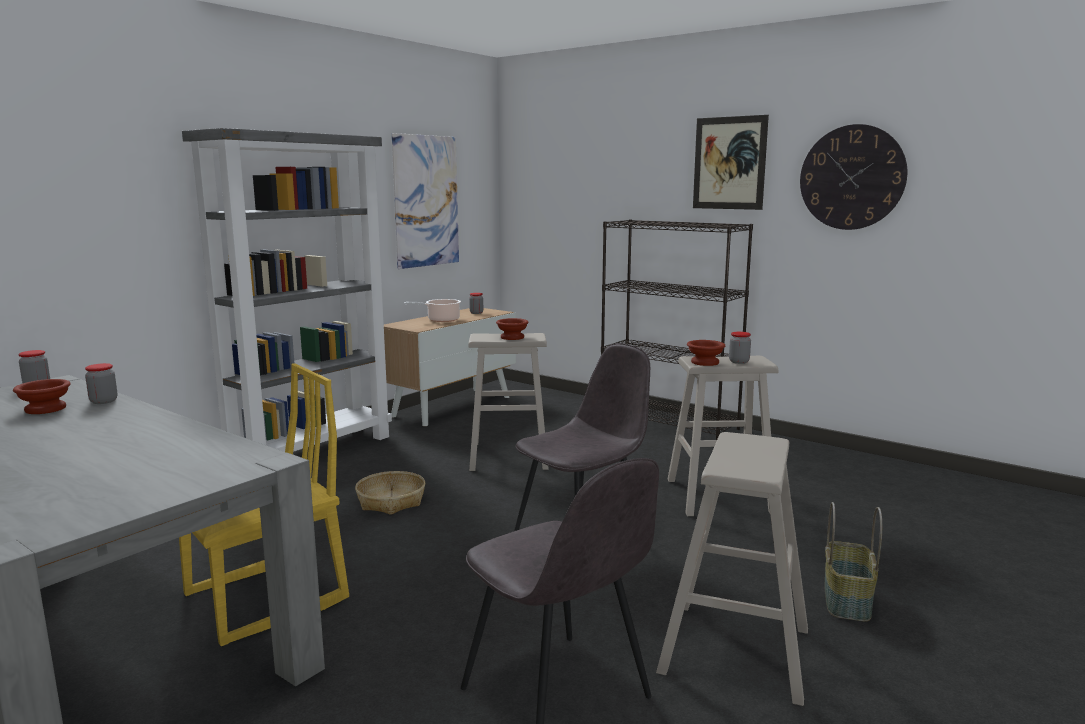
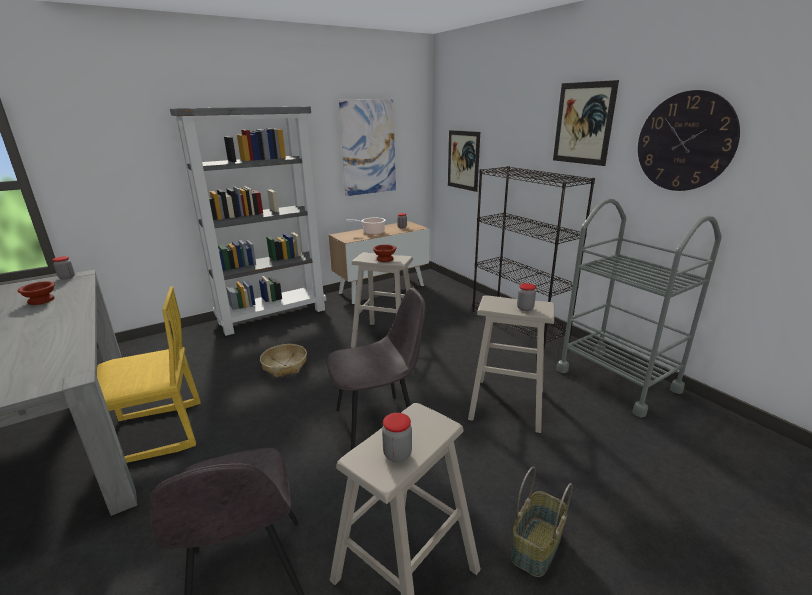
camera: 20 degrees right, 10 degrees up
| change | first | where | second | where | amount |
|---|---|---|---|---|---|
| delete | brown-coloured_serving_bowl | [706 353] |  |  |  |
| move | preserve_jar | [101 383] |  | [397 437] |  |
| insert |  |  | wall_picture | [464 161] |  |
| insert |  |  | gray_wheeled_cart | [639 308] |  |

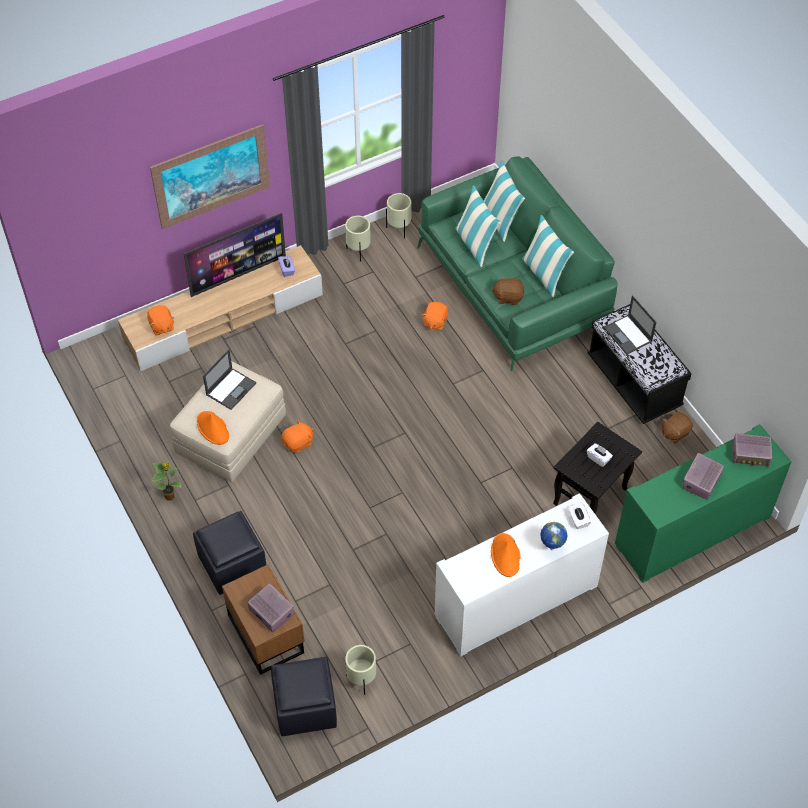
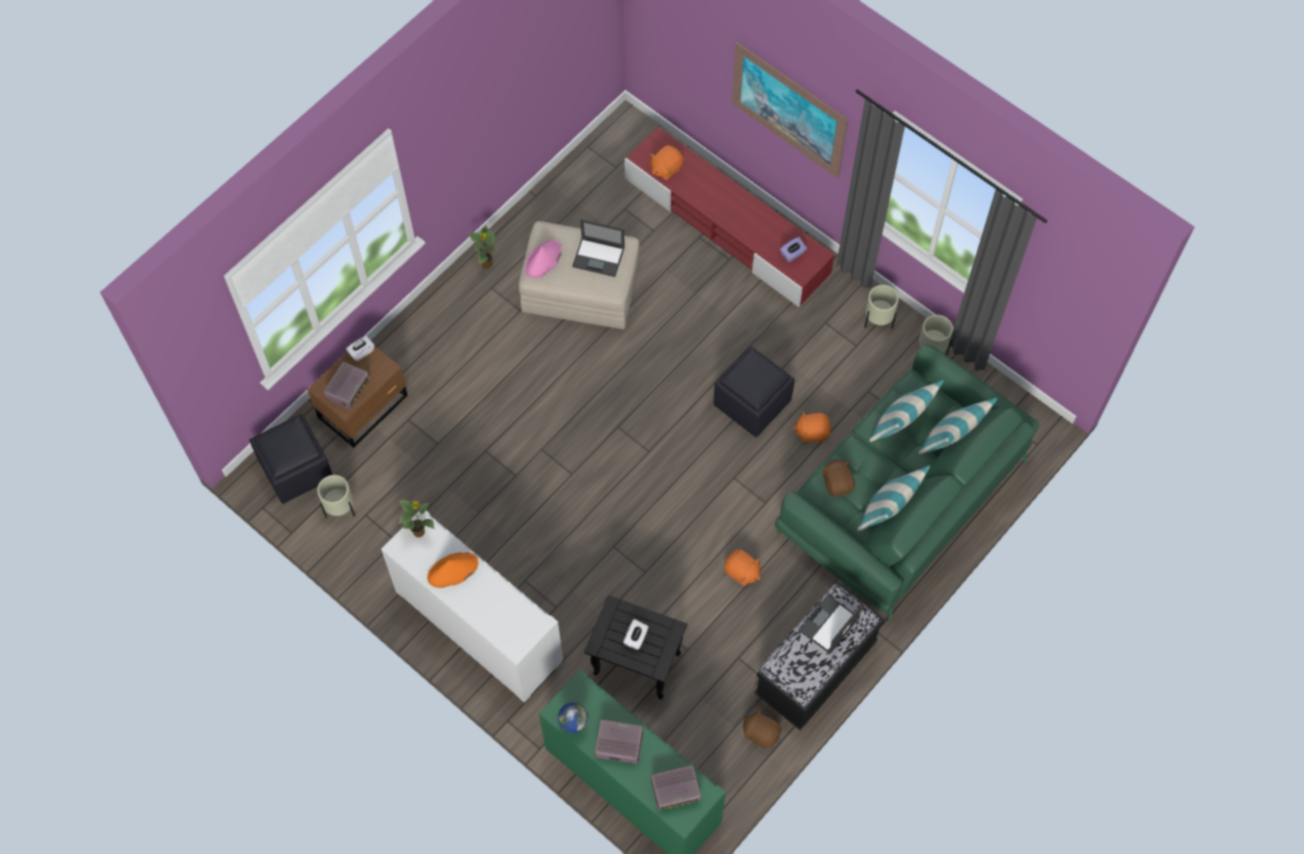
camera: 70 degrees right, 10 degrees up
| change | first | where | second | where | amount |
|---|---|---|---|---|---|
| delete | television | [235 255] |  |  |  |
| recolor | beige_tv_stand | [220 308] | reddish_tv_stand | [729 217] |  |
| recolor | orange_clothing_hat | [213 428] | pink-coloured_clothing_hat | [543 259] |  |
| move | orange_plush_toy | [297 436] |  | [742 567] |  |
| rotate | radio | [752 450] |  | [676 788] | 90 degrees counterclockwise |
| move | white_tissue_box | [580 515] |  | [360 348] |  |
| move | black_footrest | [229 553] |  | [754 391] |  |
| move | world_globe | [553 536] |  | [573 718] |  |
| insert |  |  | plant_in_a_pot | [416 518] |  |

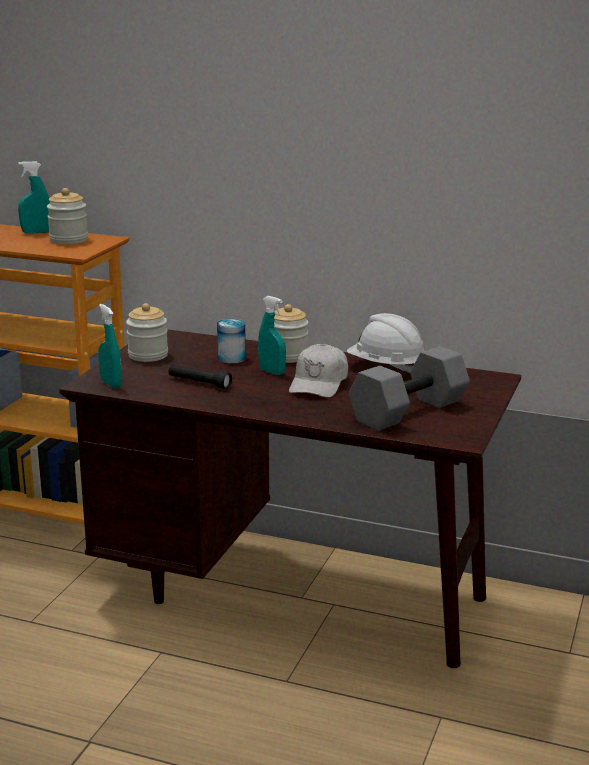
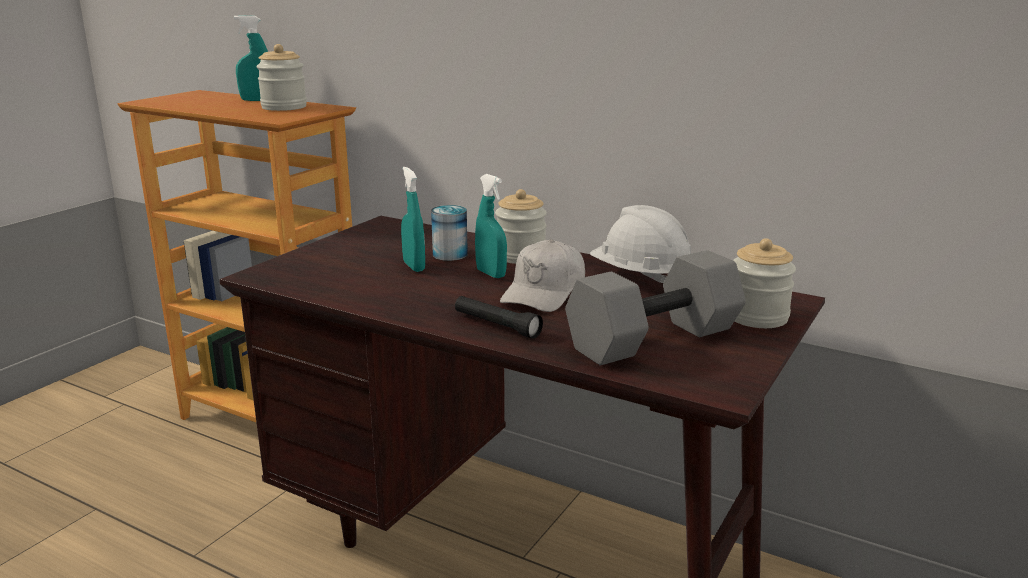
camera: 10 degrees right, 0 degrees up
| change | first | where | second | where | amount |
|---|---|---|---|---|---|
| move | preserve_jar | [147 332] |  | [764 283] |  |
| move | turquoise_spray_bottle | [110 346] |  | [413 219] |  |
| move | black_hand_torch | [200 376] |  | [499 317] |  |

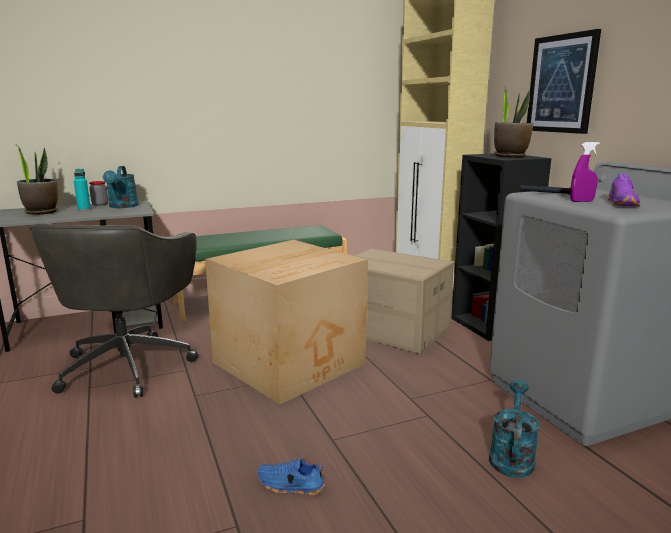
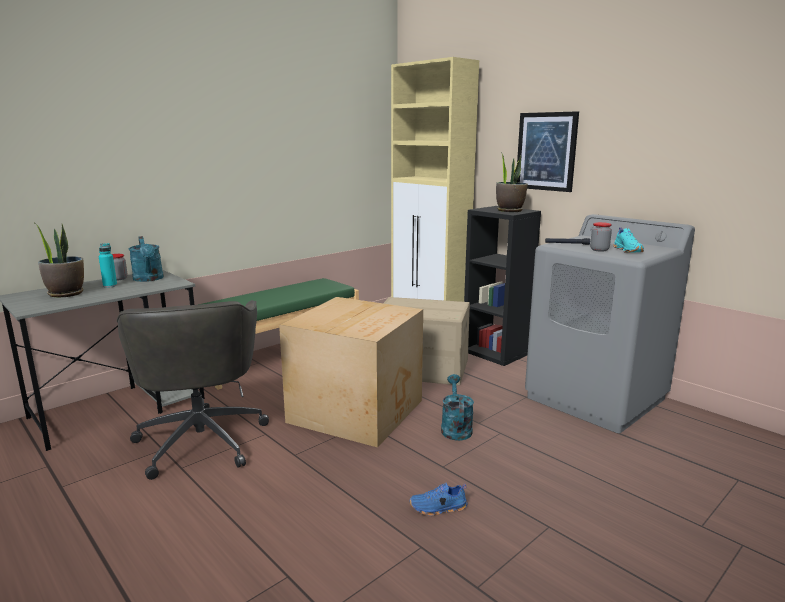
camera: 20 degrees left, 0 degrees up
| change | first | where | second | where | amount |
|---|---|---|---|---|---|
| replace | purple_spray_bottle | [585 172] | preserve_jar | [601 237] |  |
| recolor | purple_shoe | [623 190] | turquoise_shoe | [628 240] |  |
| move | turquoise_watering_pot | [514 429] |  | [457 407] |  |

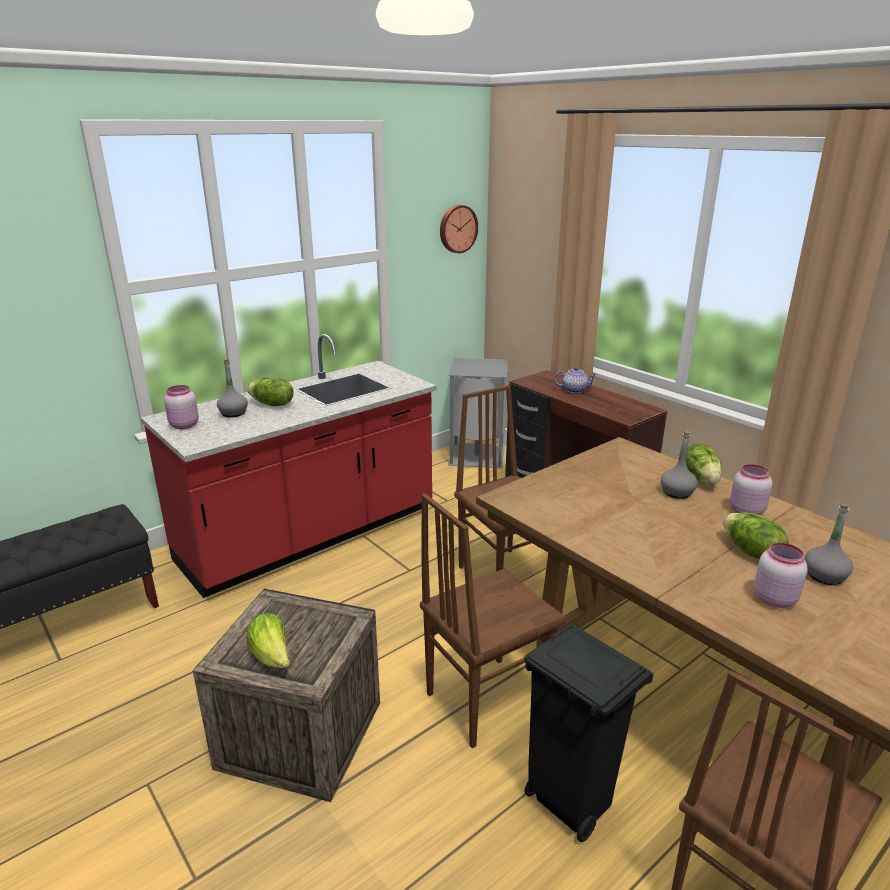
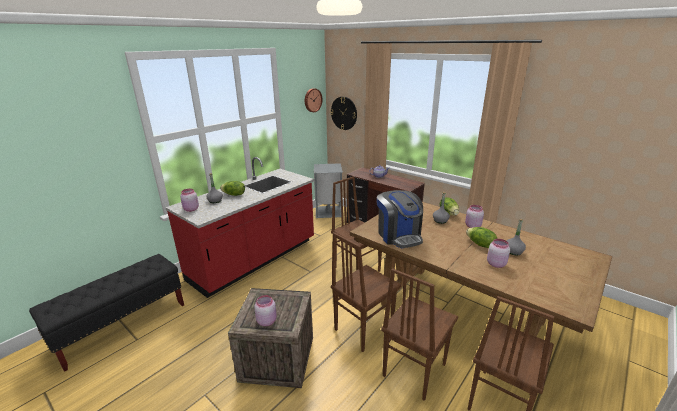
camera: 10 degrees left, 0 degrees up
| change | first | where | second | where | amount |
|---|---|---|---|---|---|
| replace | lettuce | [268 640] | pink-coloured_preserve_jar | [265 310] |  |
| replace | black_trash_can | [589 732] | brown-coloured_chair | [419 334] |  |
| insert |  |  | wall_clock | [343 113] |  |
| insert |  |  | coffee_brewer | [400 219] |  |

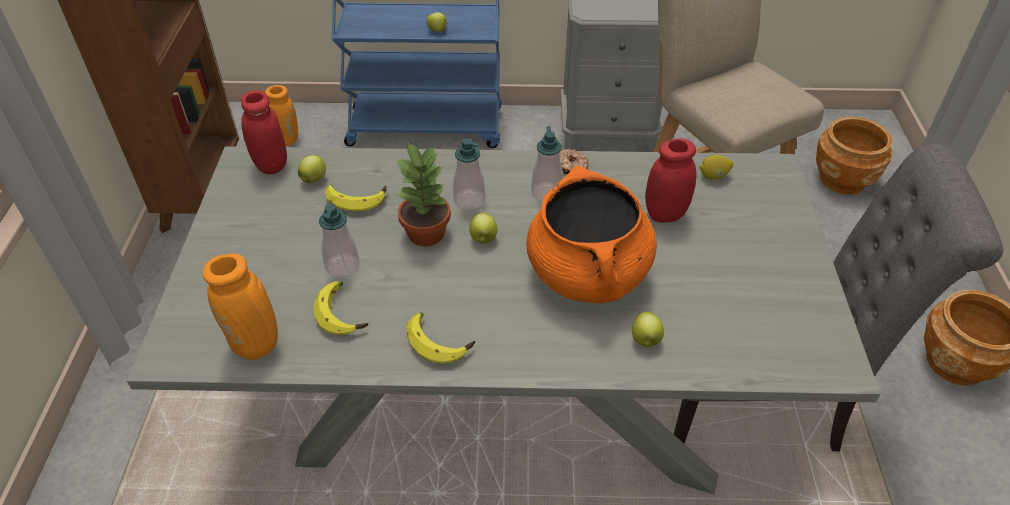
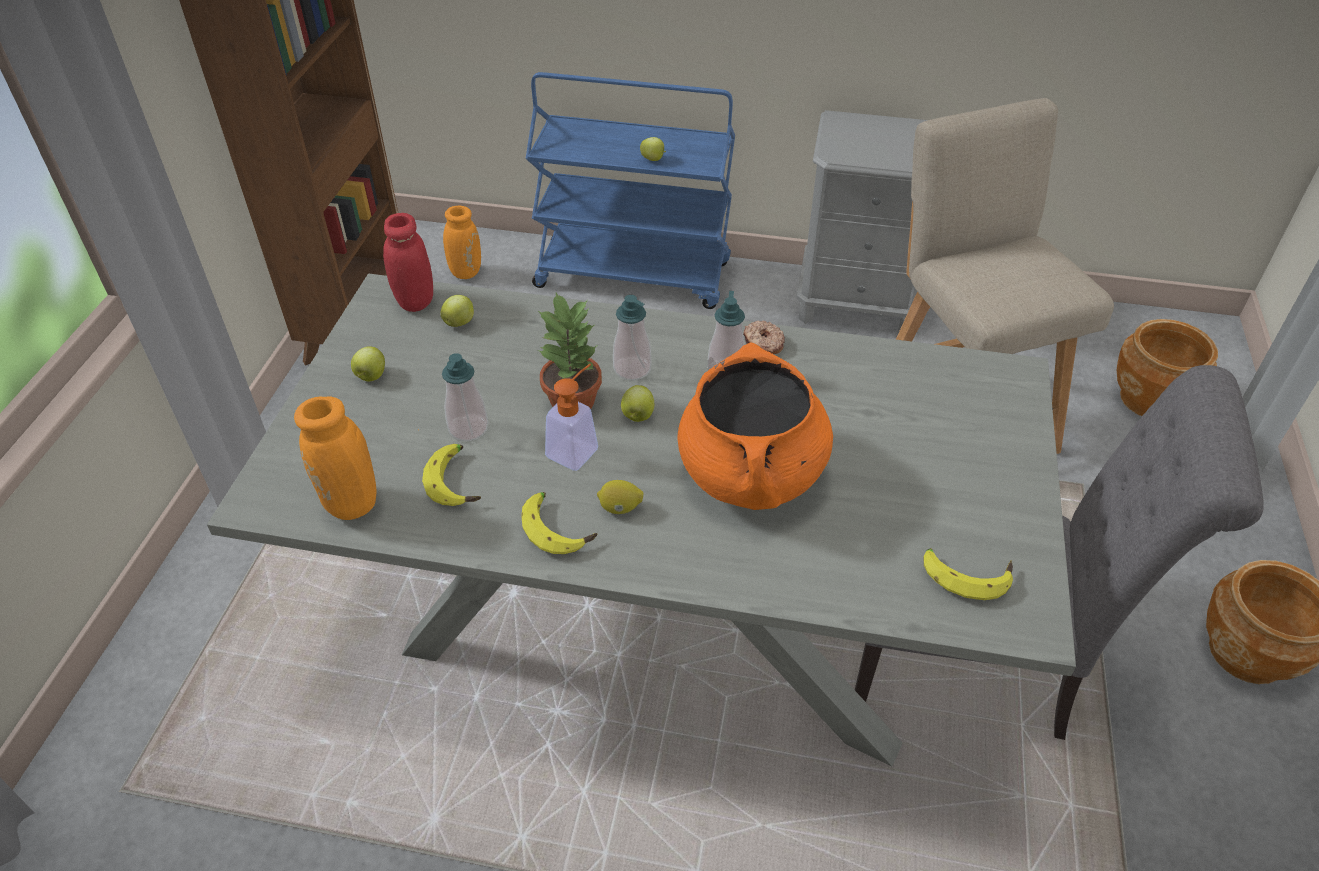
camera: 10 degrees right, 0 degrees up
| change | first | where | second | where | amount |
|---|---|---|---|---|---|
| delete | reddish_preserve_jar | [670 180] |  |  |  |
| move | whole_lemon | [716 167] |  | [620 497] |  |
| move | whole_banana | [356 197] |  | [968 574] |  |
| move | apple_fruit | [648 329] |  | [368 363] |  |
| insert |  |  | liquid_soap_bottle | [571 417] |  |

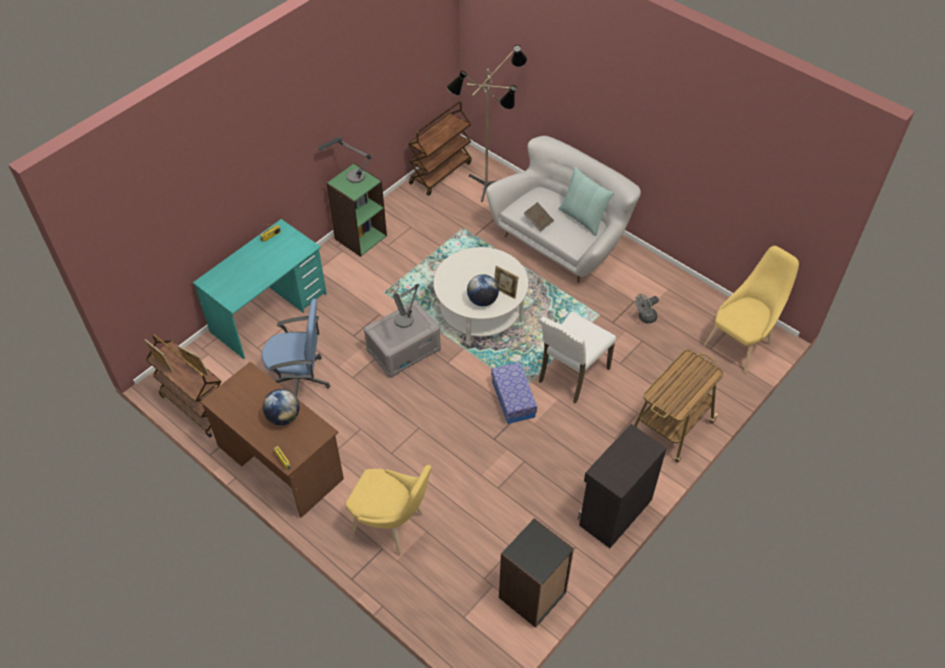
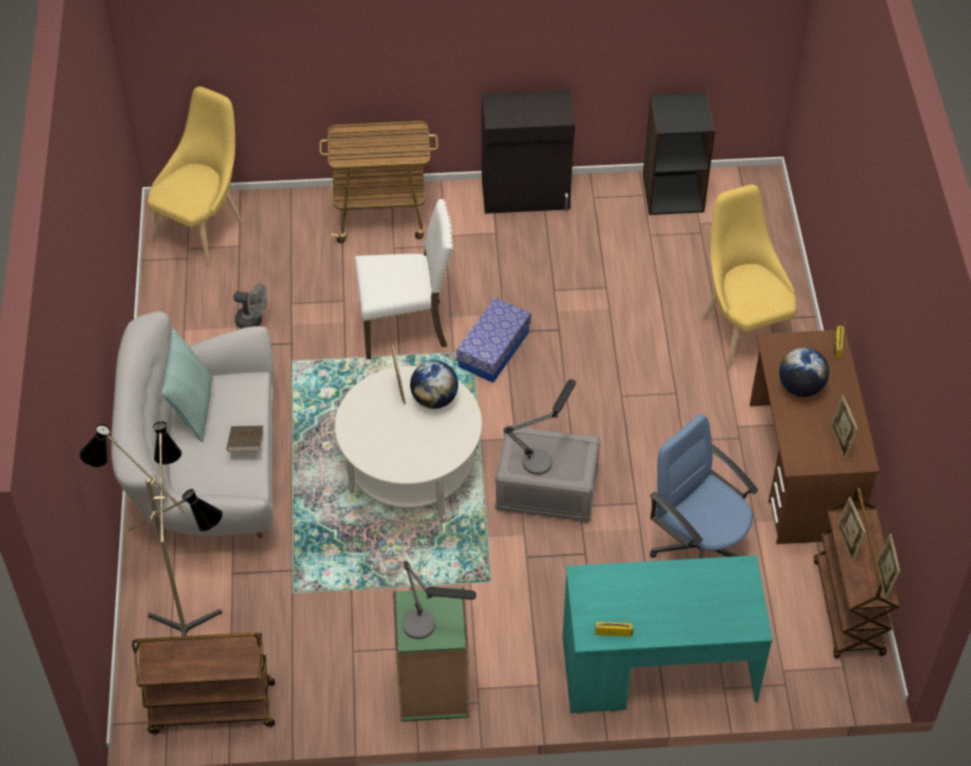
camera: 135 degrees left, 0 degrees up
| change | first | where | second | where | amount |
|---|---|---|---|---|---|
| rotate | yellow_chair | [751 309] |  | [195 176] | 120 degrees clockwise |
| insert |  |  | photo_frame | [844 427] |  |

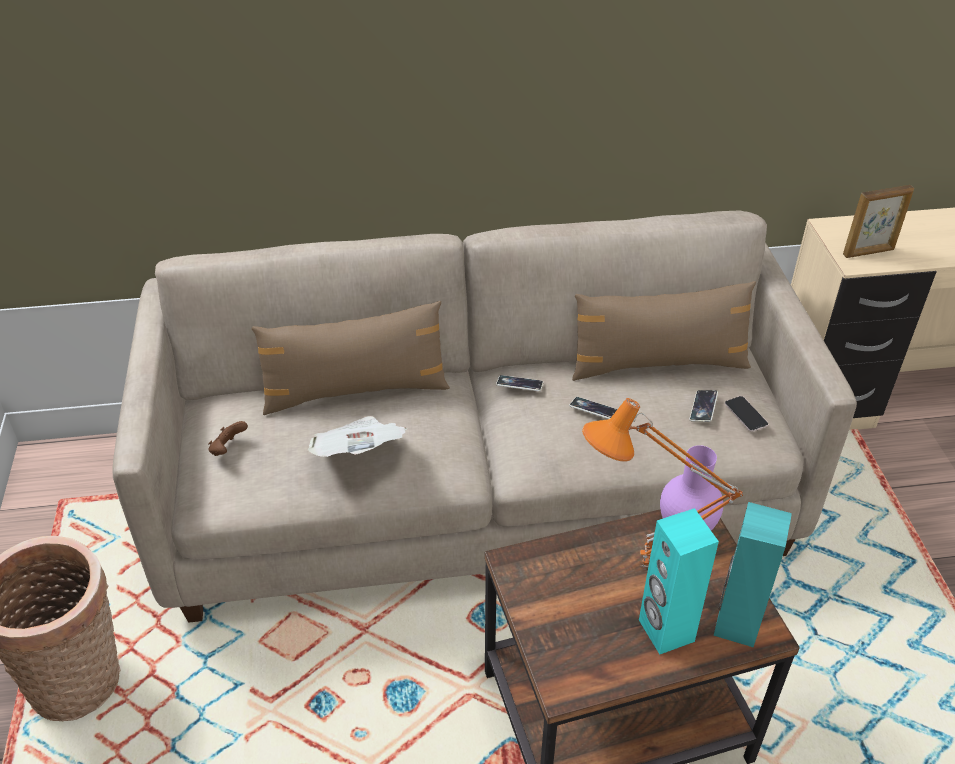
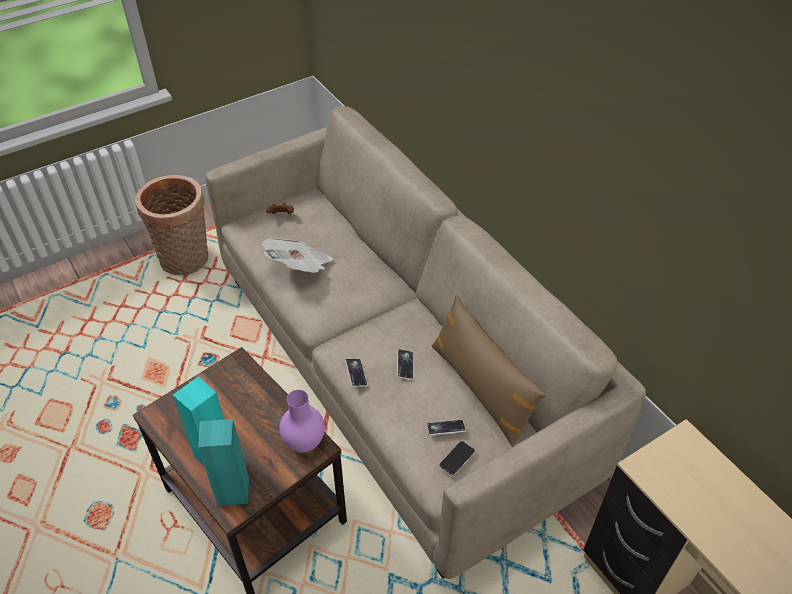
camera: 65 degrees right, 5 degrees up
| change | first | where | second | where | amount |
|---|---|---|---|---|---|
| delete | photo_frame | [878 221] |  |  |  |
| delete | brown-coloured_throw_pillow | [351 358] |  |  |  |
| move | telephone | [519 383] |  | [356 373] |  |
| delete | orange_table_lamp | [662 482] |  |  |  |

